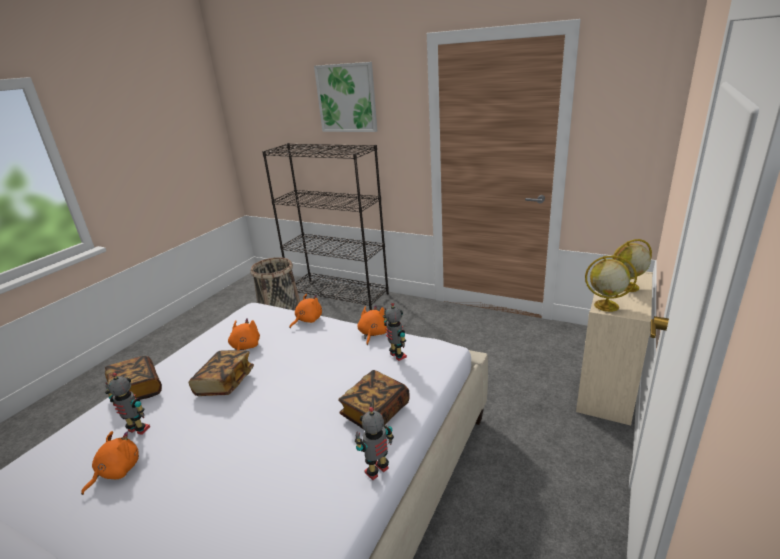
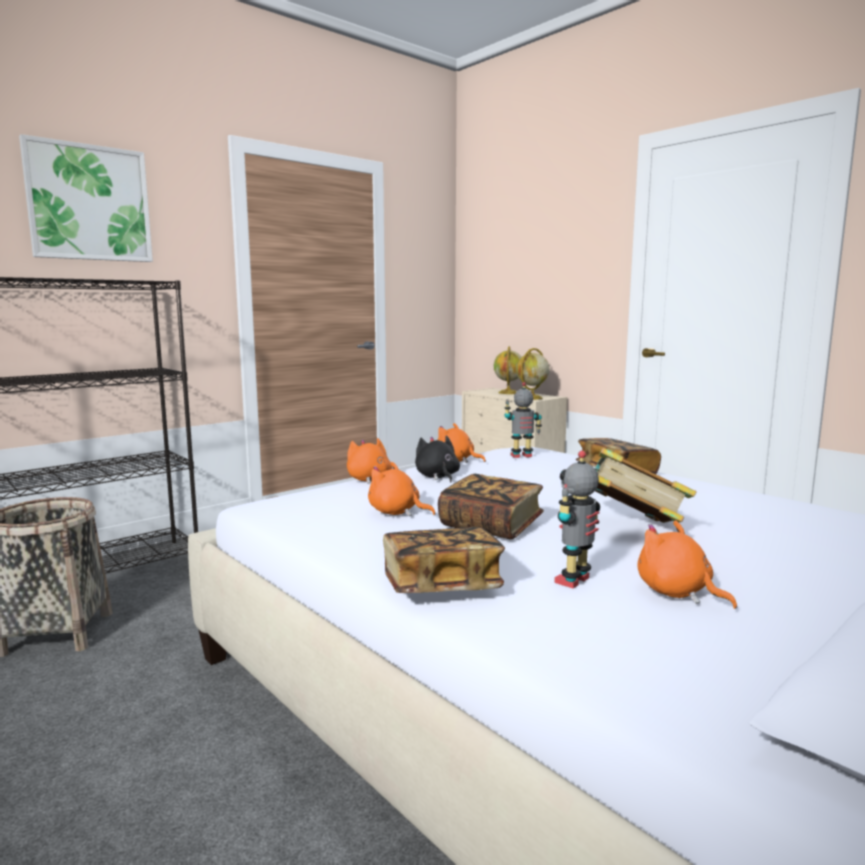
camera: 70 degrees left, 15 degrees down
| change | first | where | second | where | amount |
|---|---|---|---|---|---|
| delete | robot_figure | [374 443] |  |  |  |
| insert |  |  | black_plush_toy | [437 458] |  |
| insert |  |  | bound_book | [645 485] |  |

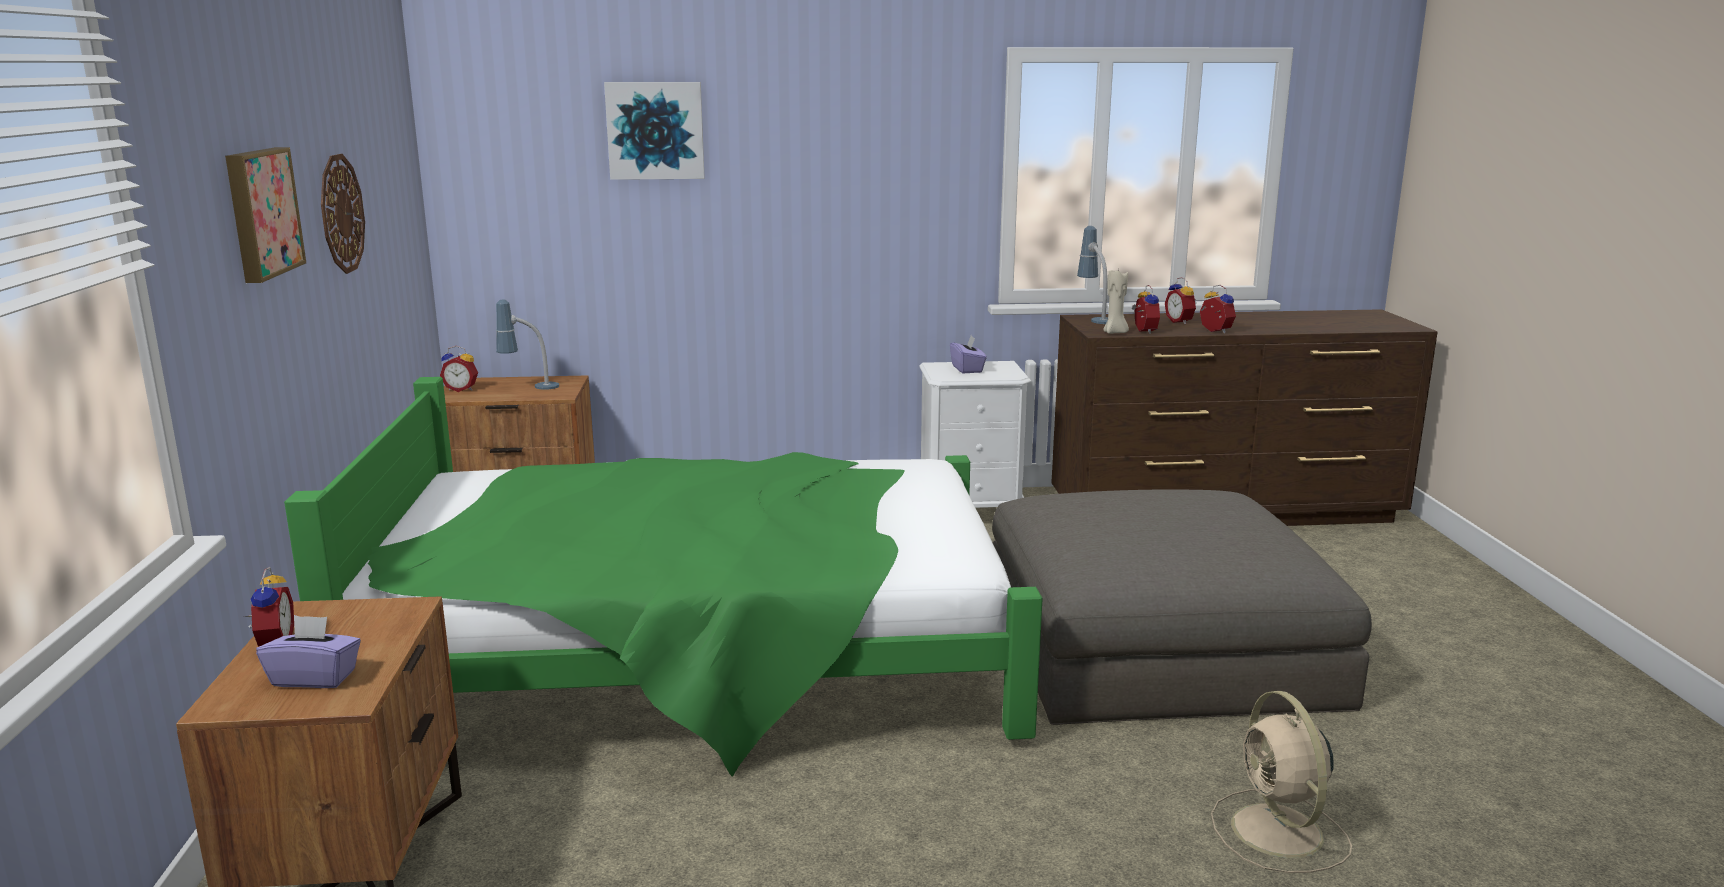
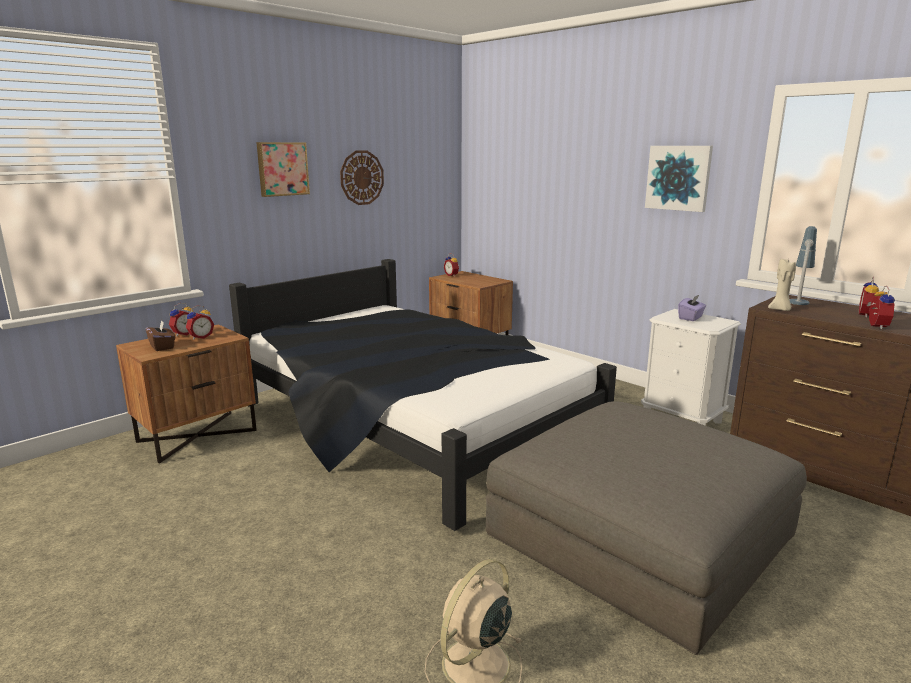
camera: 50 degrees right, 0 degrees up
| change | first | where | second | where | amount |
|---|---|---|---|---|---|
| move | wall_picture | [654 131] |  | [679 179] |  |
| move | alarm_clock | [1146 309] |  | [200 322] |  |
| delete | table_lamp | [527 345] |  |  |  |
| recolor | green_sleeping_bed | [663 577] | black_sleeping_bed | [423 395] |  |
| recolor | purple_tissue_box | [308 651] | brown-coloured_tissue_box | [160 335] |  |

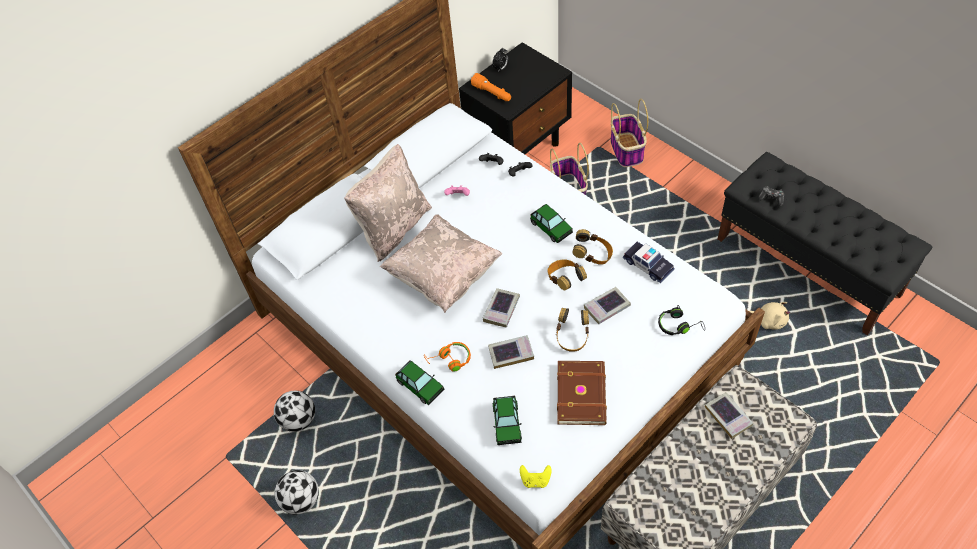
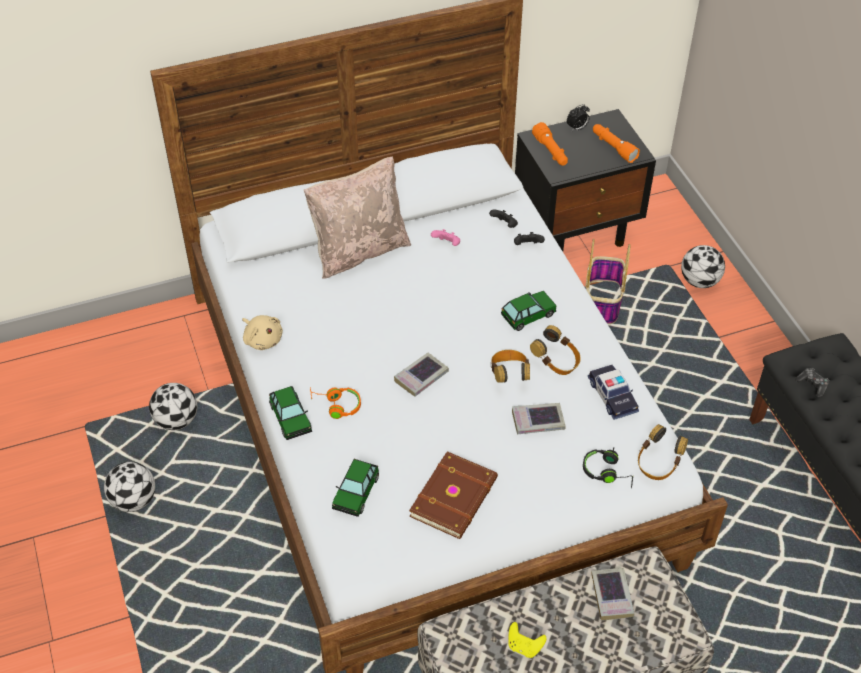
camera: 20 degrees right, 5 degrees down
| change | first | where | second | where | amount |
|---|---|---|---|---|---|
| replace | storage_basket | [629 133] | football_ball | [703 266] |  |
| rotate | toy_car | [551 223] |  | [529 311] | 105 degrees counterclockwise |
| delete | beige_throw_pillow | [441 263] |  |  |  |
| move | beige_plush_toy | [769 316] |  | [262 332] |  |
| move | headset | [572 330] |  | [663 452] |  |
| delete | bound_book | [511 352] |  |  |  |
| move | yellow_joypad | [536 476] |  | [527 640] |  |
| insert |  |  | orange_hand_torch | [616 143] |  |

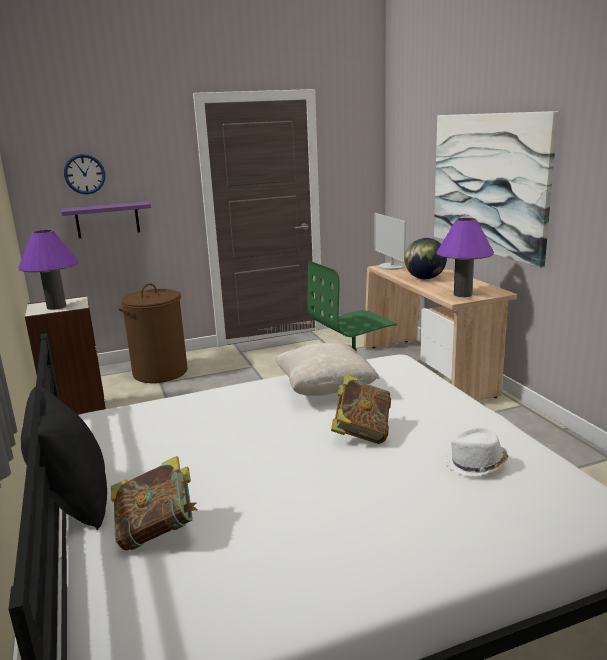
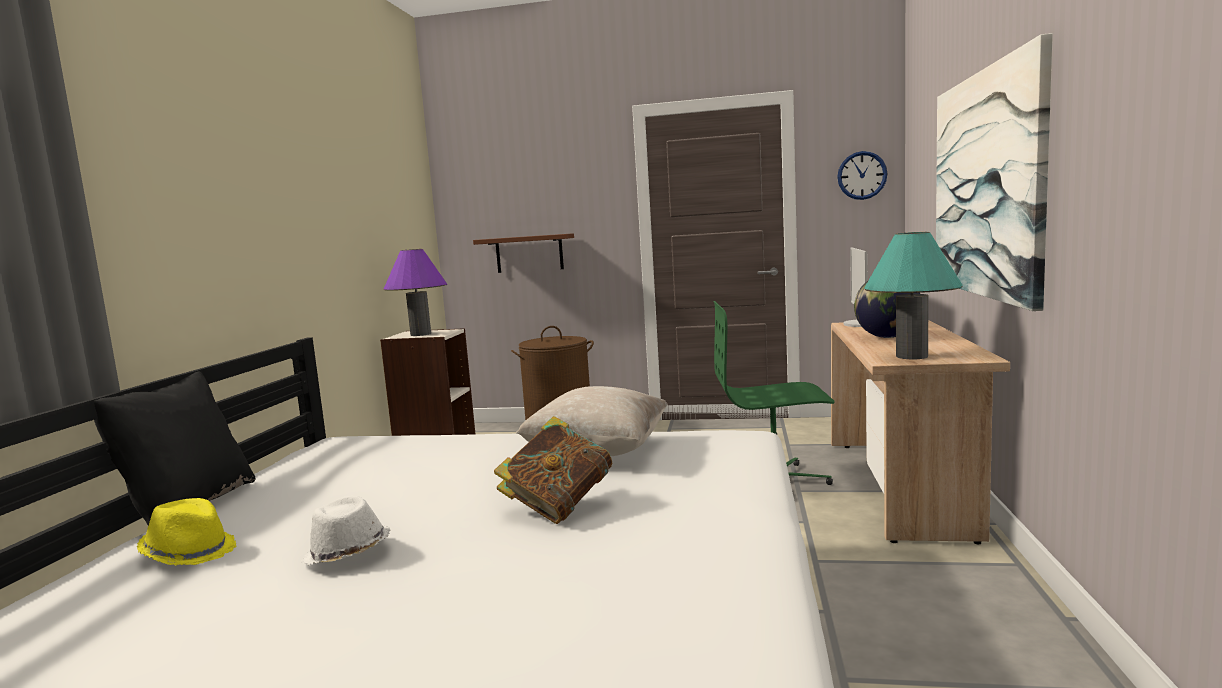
camera: 30 degrees right, 10 degrees down
| change | first | where | second | where | amount |
|---|---|---|---|---|---|
| move | wall_clock | [84 174] |  | [862 175] |  |
| recolor | purple_wall_shelf | [106 219] | brown-coloured_wall_shelf | [523 253] |  |
| recolor | purple_table_lamp | [465 257] | turquoise_table_lamp | [913 295] |  |
| move | white_clothing_hat | [476 452] |  | [345 531] |  |
| replace | bound_book | [154 503] | yellow_clothing_hat | [186 532] |  |

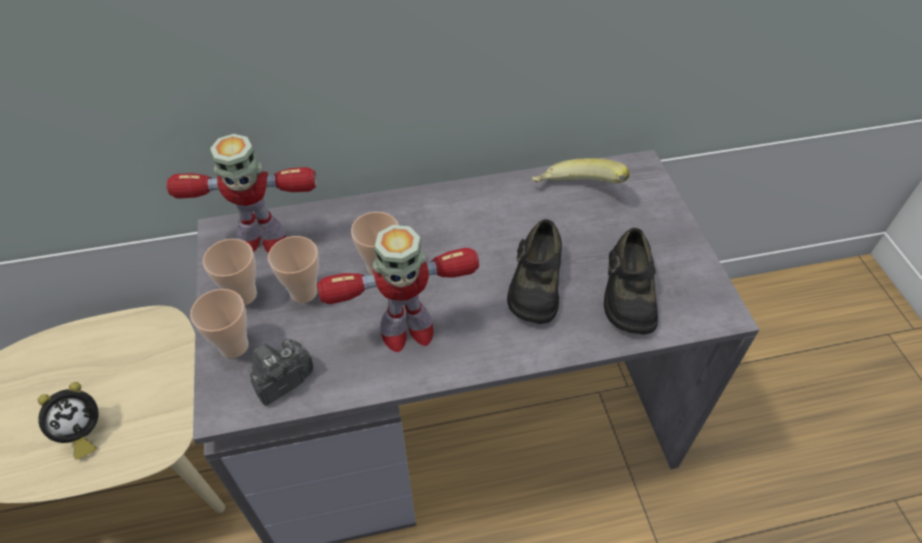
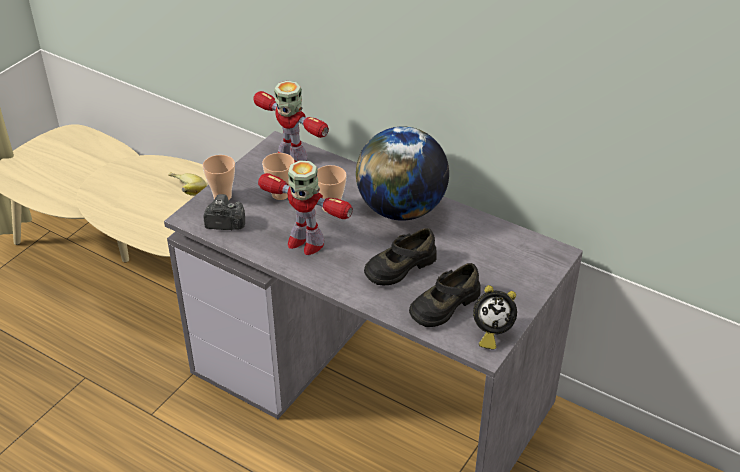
camera: 45 degrees right, 10 degrees down
| change | first | where | second | where | amount |
|---|---|---|---|---|---|
| move | whole_banana | [580 170] |  | [187 184] |  |
| delete | cup | [230 272] |  |  |  |
| move | alarm_clock | [68 420] |  | [495 317] |  |
| insert |  |  | world_globe | [402 173] |  |

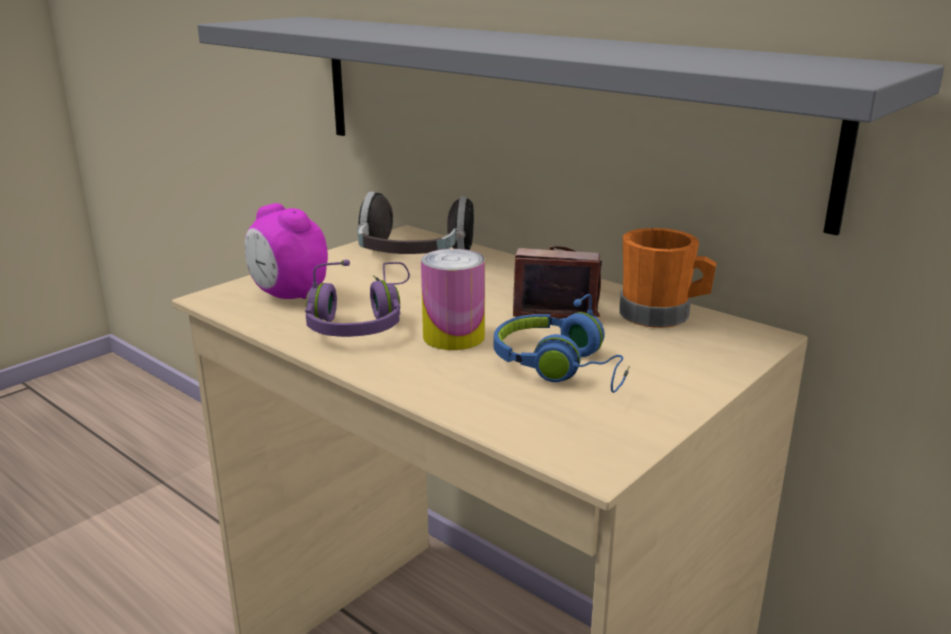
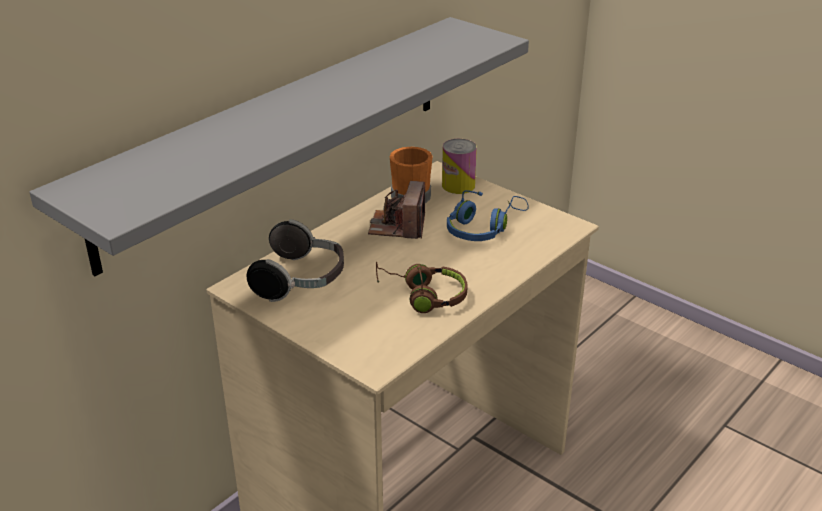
camera: 90 degrees left, 10 degrees up
| change | first | where | second | where | amount |
|---|---|---|---|---|---|
| delete | alarm_clock | [286 251] |  |  |  |
| move | sealed_can | [453 299] |  | [459 166] |  |
| recolor | purple_headset | [357 298] | brown-coloured_headset | [422 287] |  |

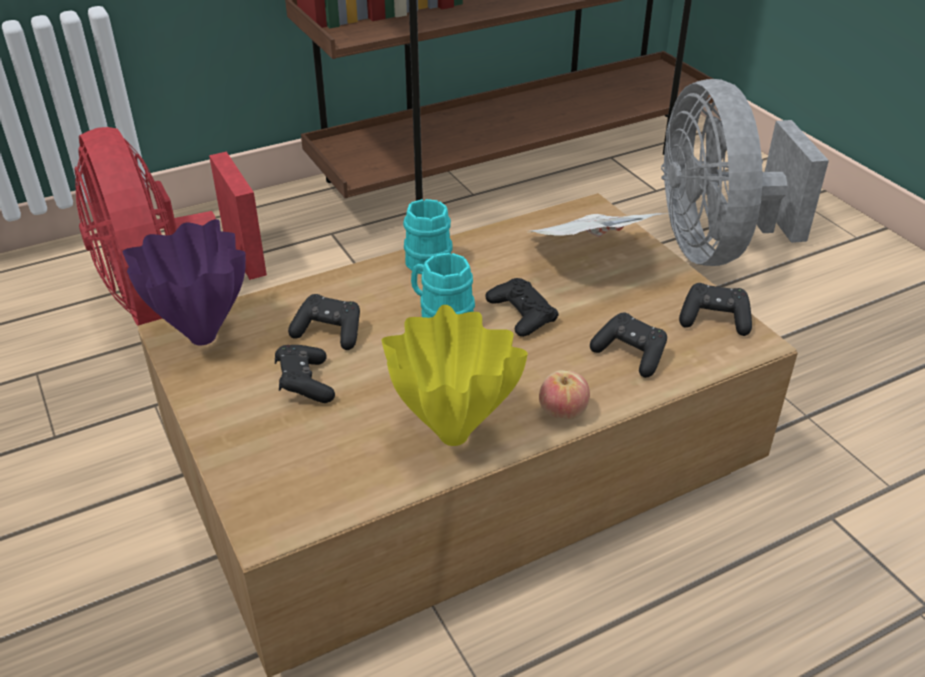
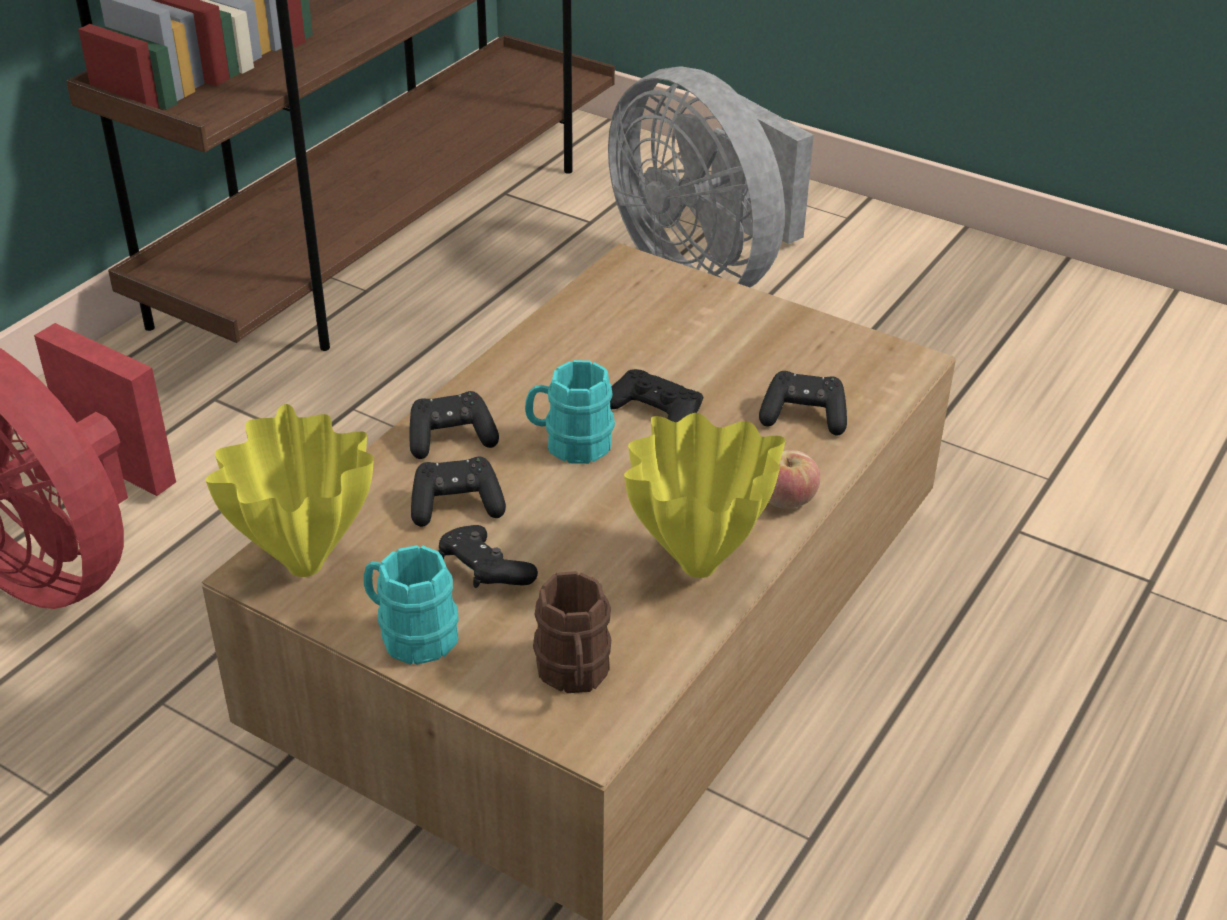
camera: 30 degrees left, 0 degrees up
| change | first | where | second | where | amount |
|---|---|---|---|---|---|
| move | turquoise_coffee_mug | [427 236] |  | [411 605] |  |
| delete | newspaper | [601 225] |  |  |  |
| recolor | purple_flower_vase | [184 282] | yellow_flower_vase | [290 490] |  |
| move | black_joypad | [715 309] |  | [454 425] |  |
| insert |  |  | brown-coloured_coffee_mug | [572 632] |  |

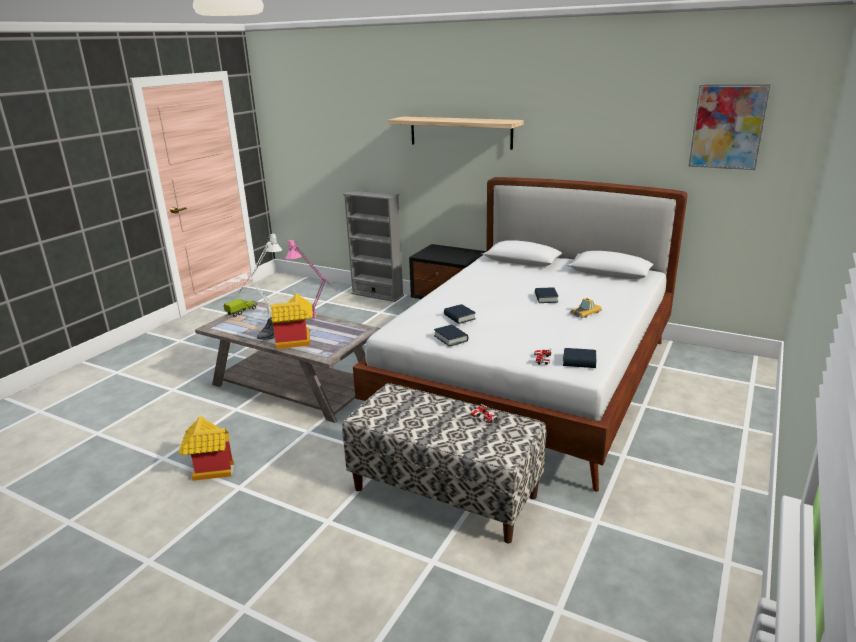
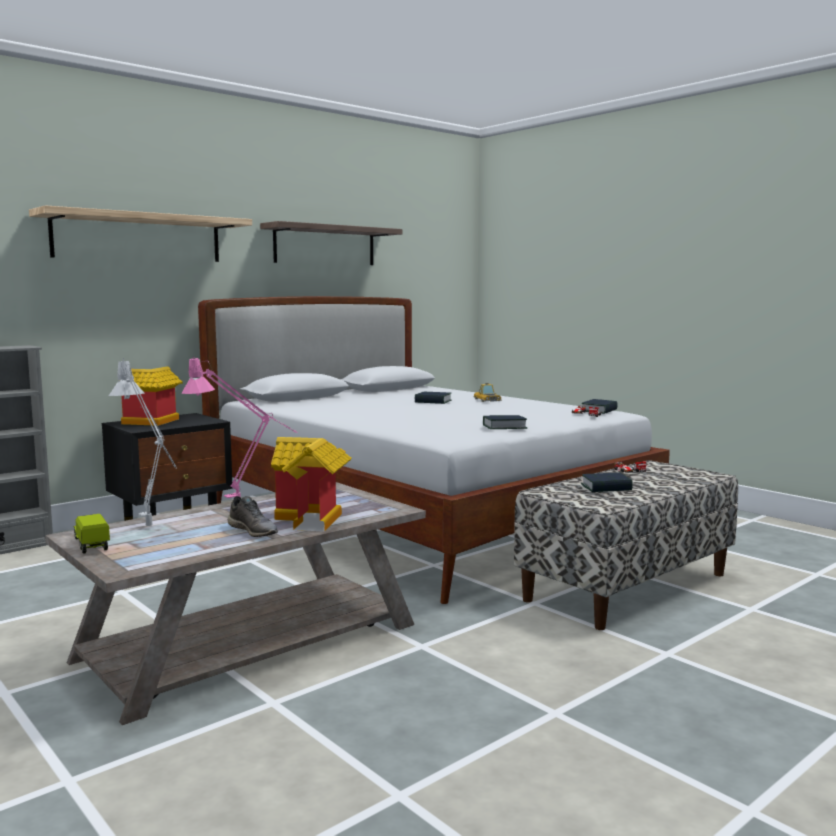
camera: 70 degrees left, 15 degrees down
| change | first | where | second | where | amount |
|---|---|---|---|---|---|
| delete | wall_picture | [730 127] |  |  |  |
| move | bound_book | [460 314] |  | [607 482] |  |
| move | toy_house | [206 448] |  | [151 396] |  |
| insert |  |  | wall_shelf | [331 243] |  |

